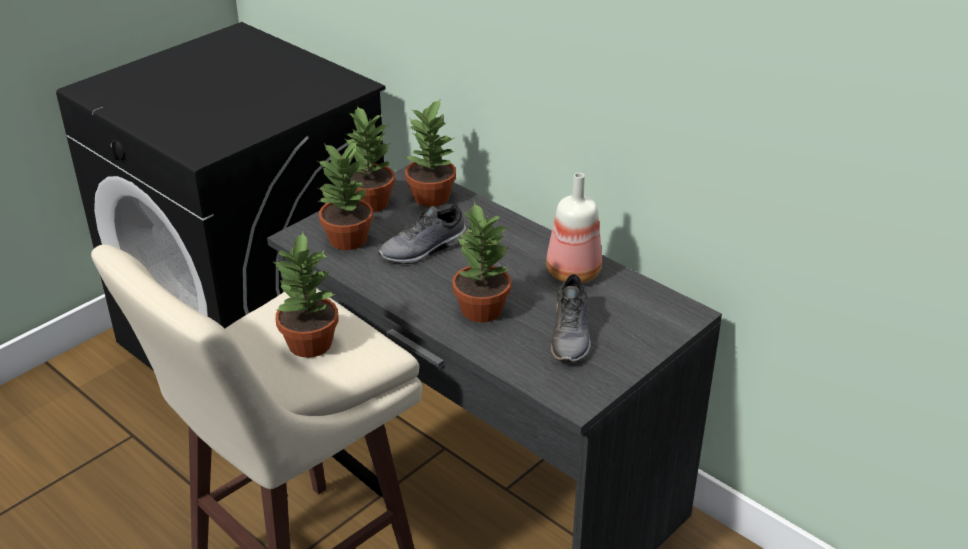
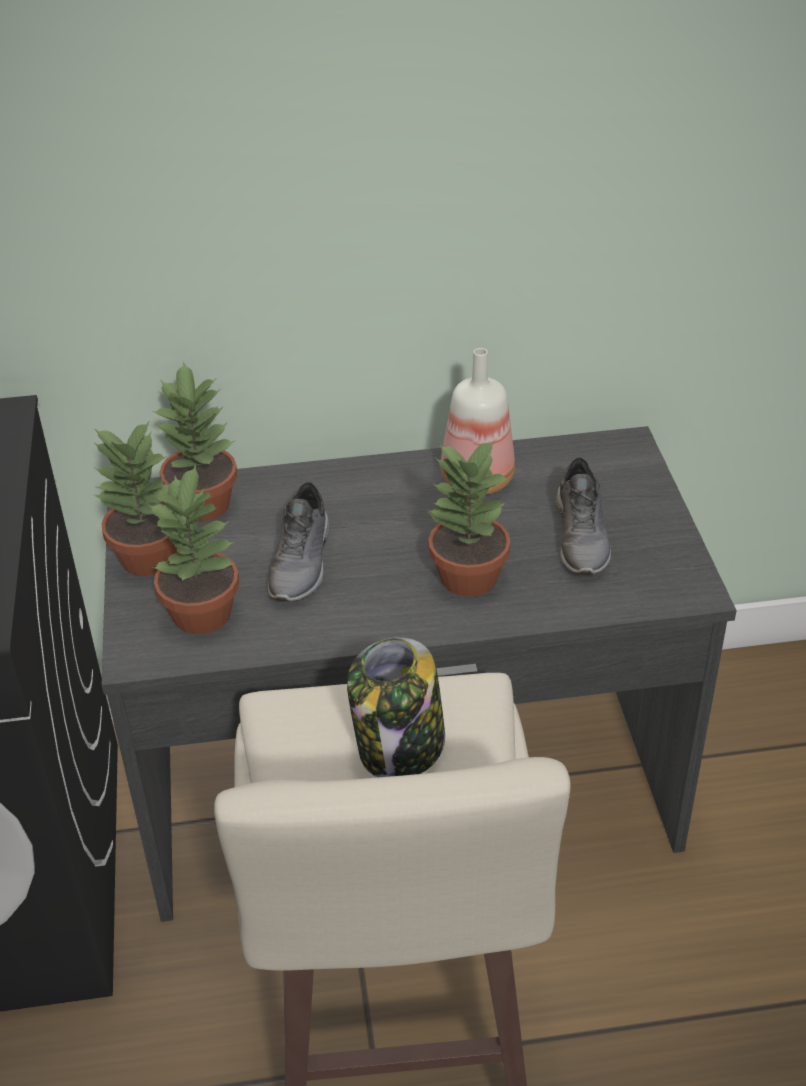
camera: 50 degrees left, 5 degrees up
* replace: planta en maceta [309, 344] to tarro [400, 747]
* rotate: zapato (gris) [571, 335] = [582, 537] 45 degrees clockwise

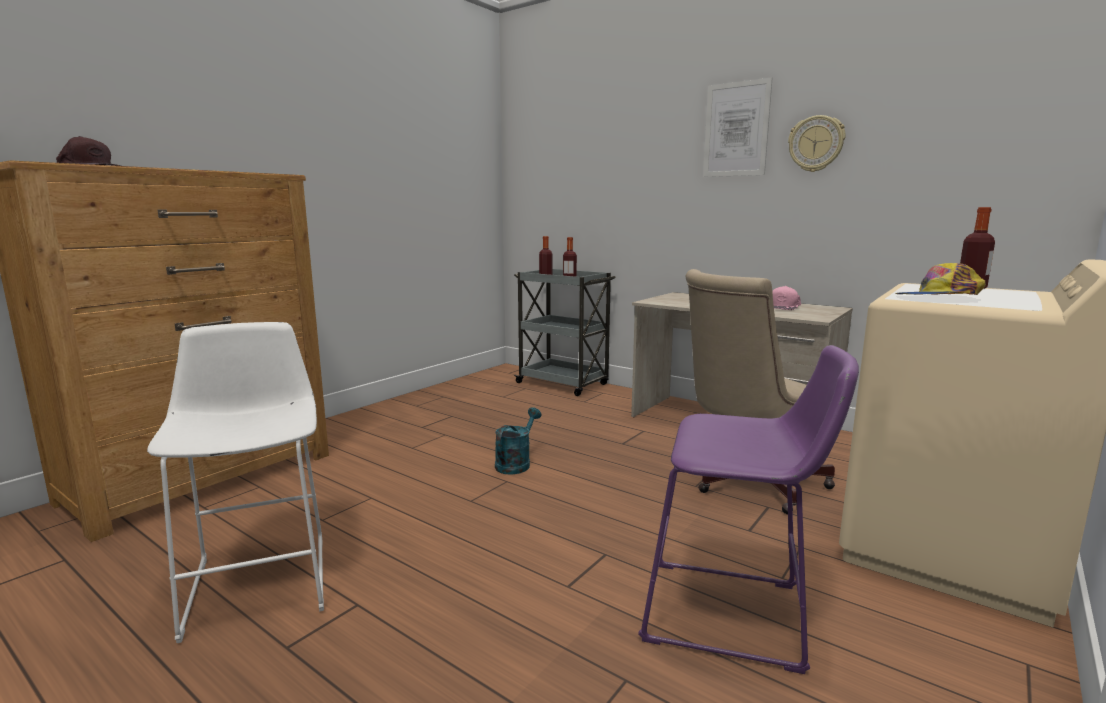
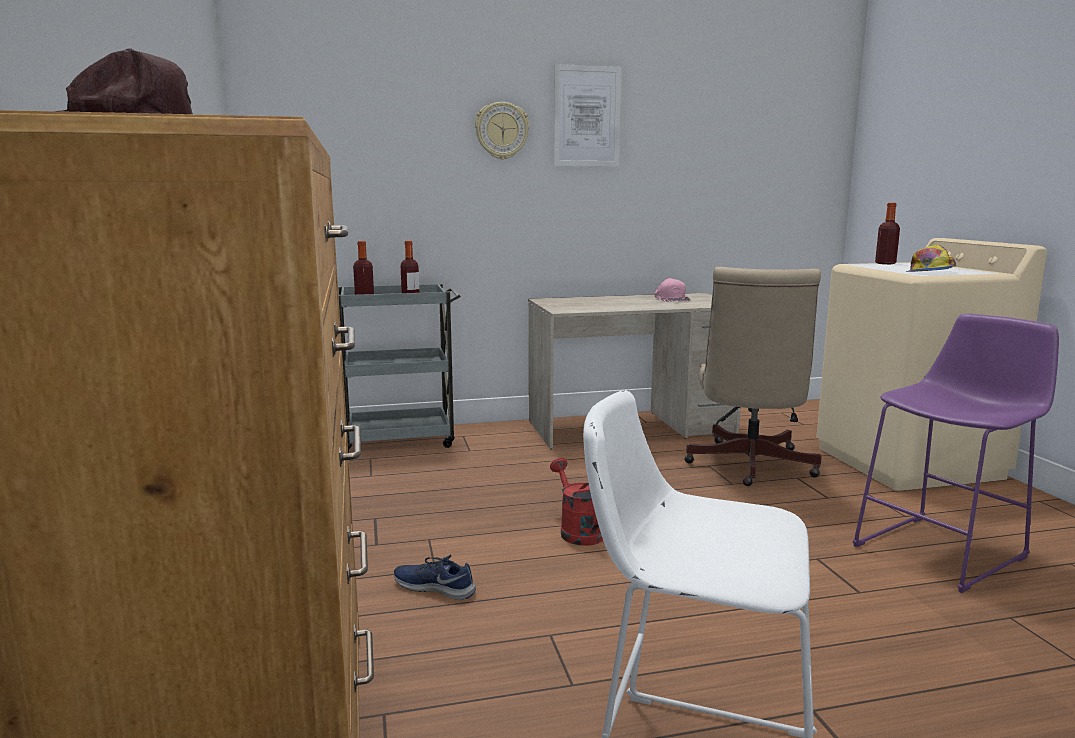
camera: 50 degrees left, 0 degrees up
* insert: zapato (azul) [435, 587]
* move: reloj de pared [816, 144] to [501, 131]
* recolor: regadera (turquesa) [516, 463] to regadera (rojo) [577, 531]

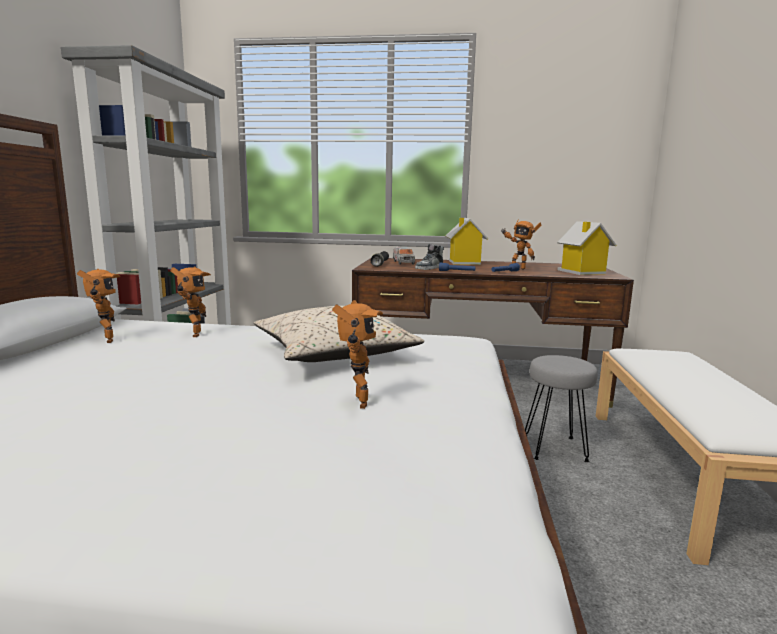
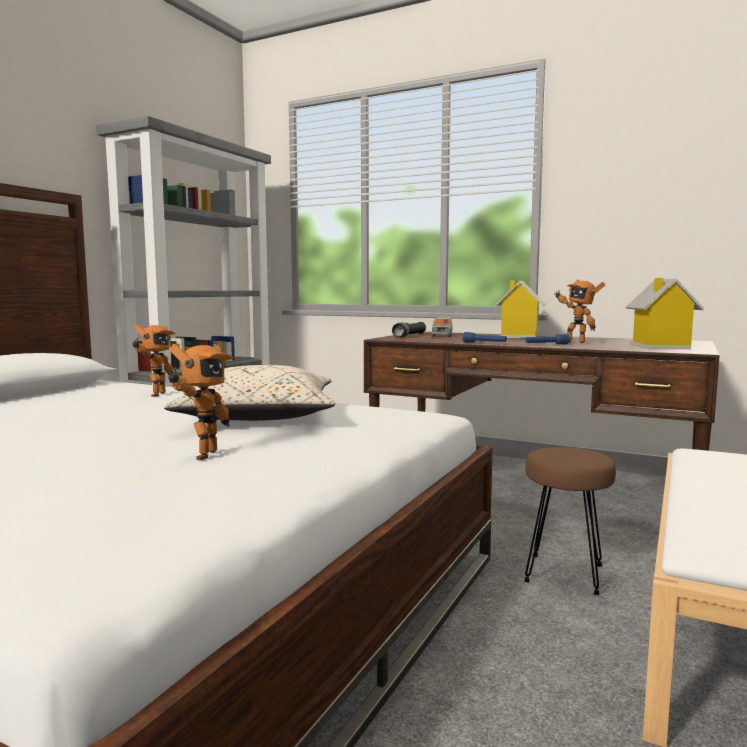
camera: 20 degrees right, 5 degrees down
* recolor: taburete (gris) [555, 449] to taburete (marrón) [565, 574]
* delete: robot de juguete [105, 340]
* delete: zapato [429, 268]

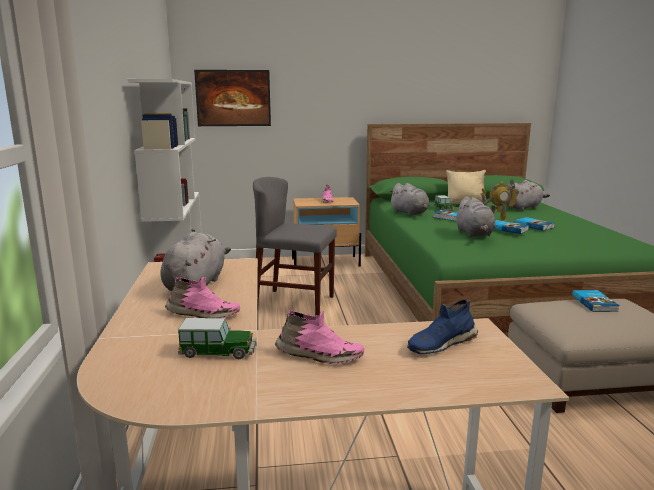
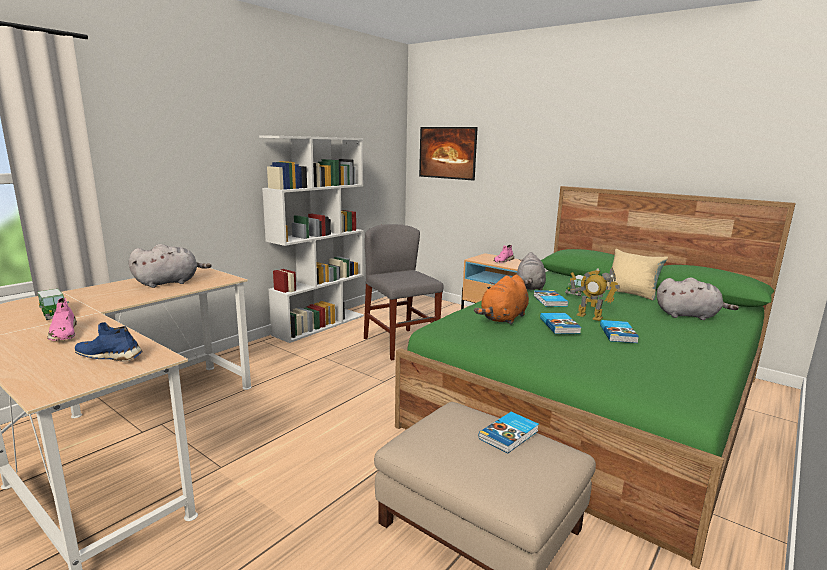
camera: 45 degrees right, 0 degrees up
* recolor: peluche (gris) [474, 234] to peluche (naranja) [503, 318]
* delete: zapato (rosa) [202, 314]

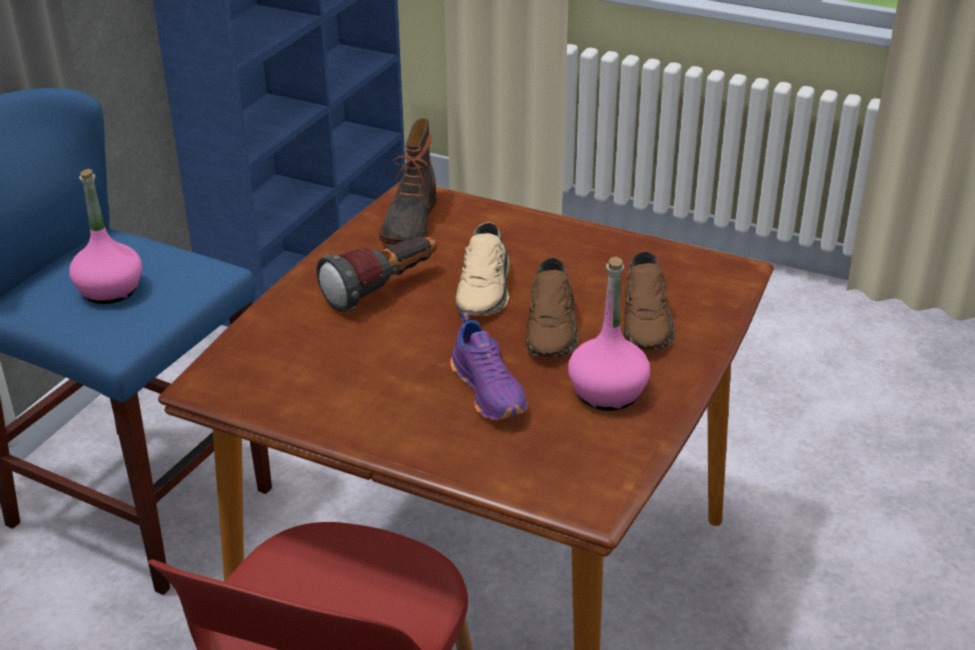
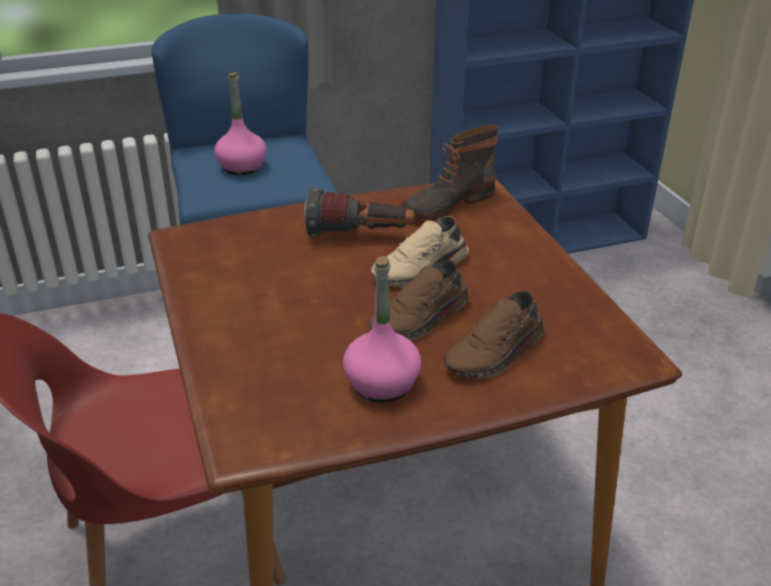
camera: 45 degrees right, 0 degrees up
* delete: zapato (morado) [490, 391]

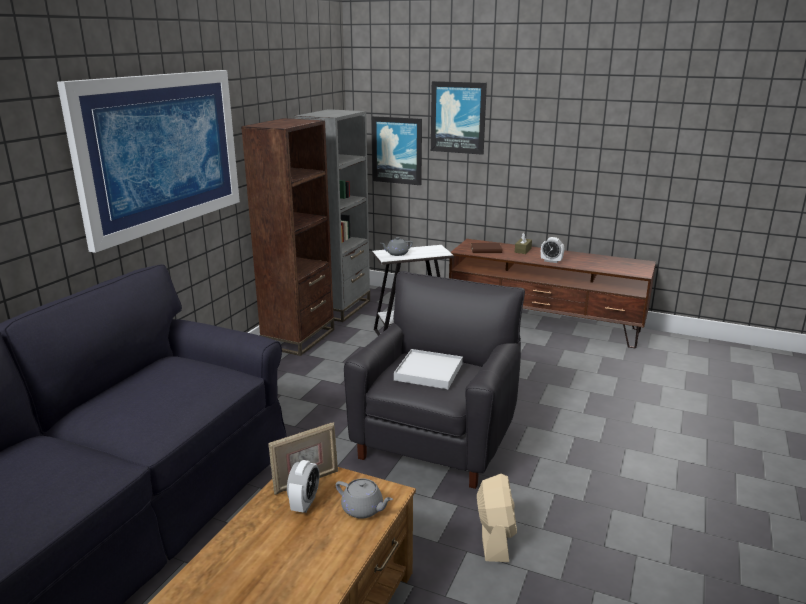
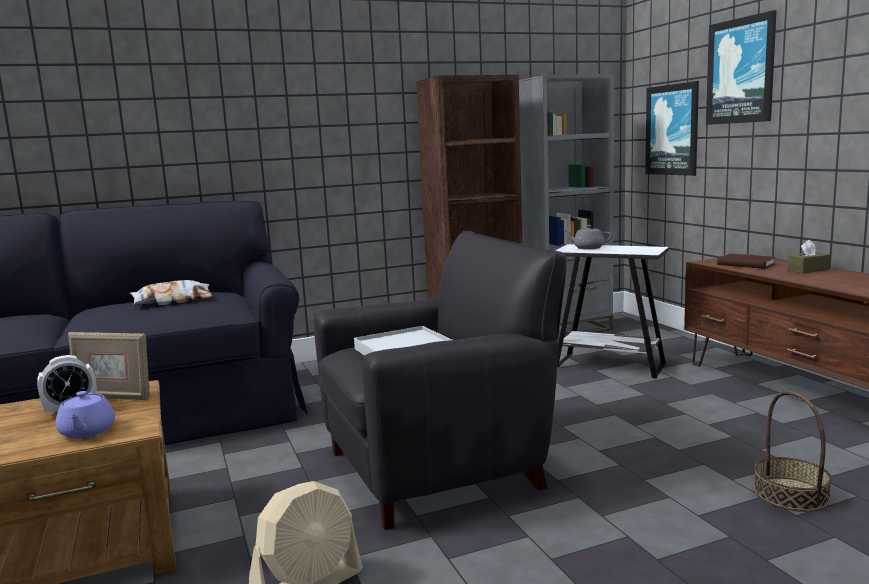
camera: 45 degrees right, 10 degrees down
* recolor: tetera (gris) [363, 509] to tetera (morado) [87, 432]
* insert: cojín [173, 301]
* insert: cesta [791, 494]
* delete: cuadro [161, 152]
* delete: despertador [551, 261]

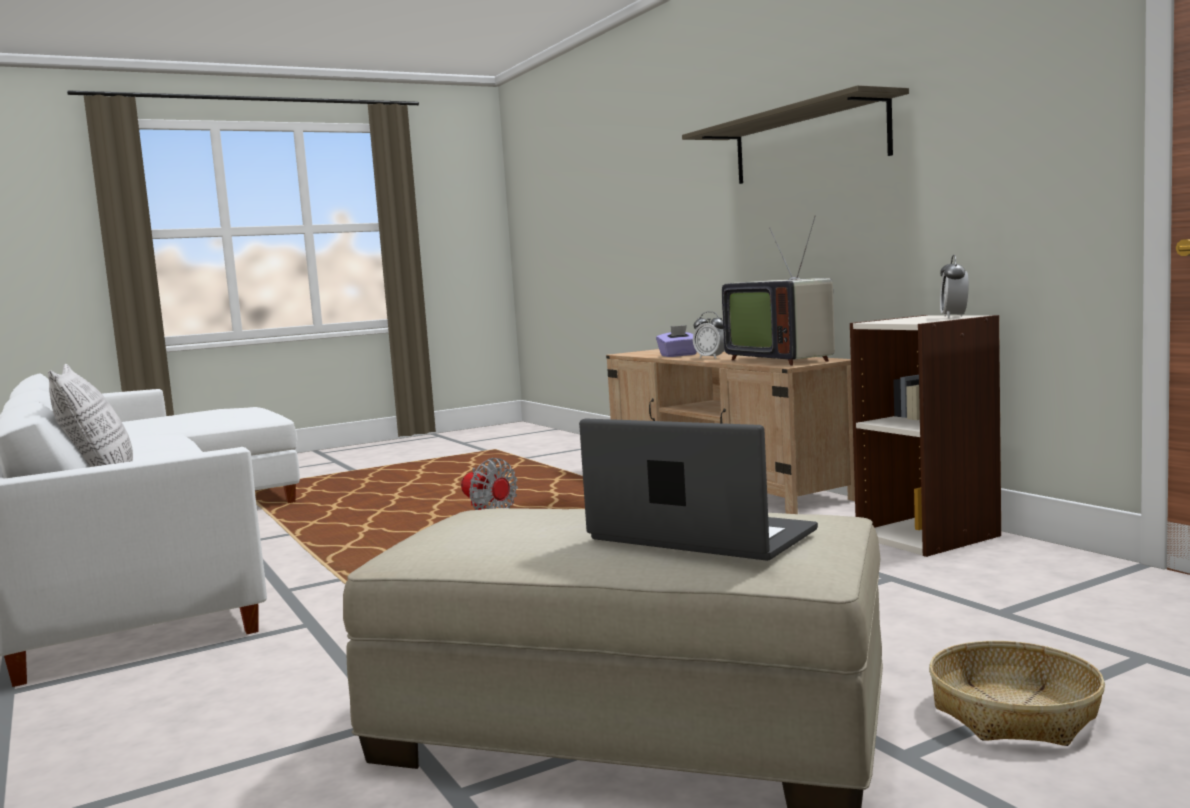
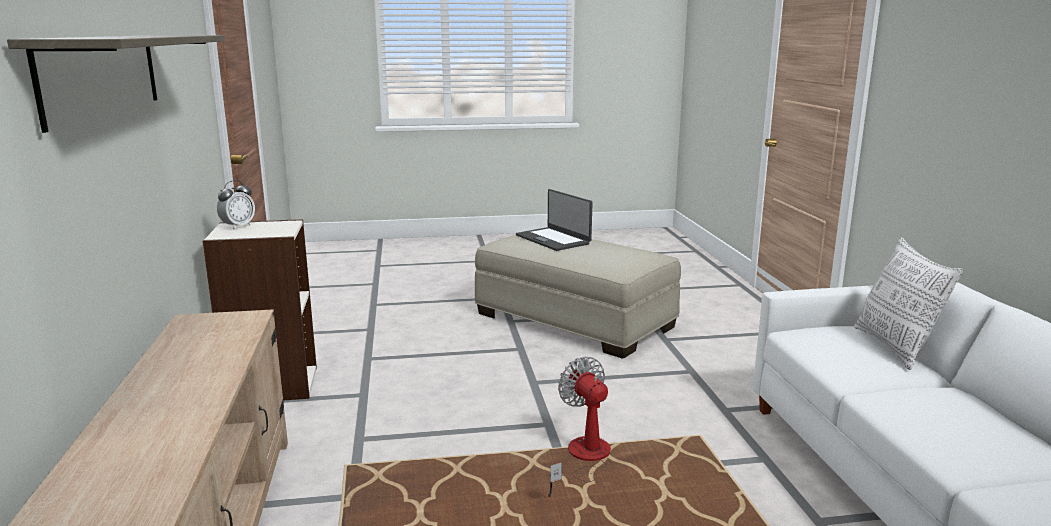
camera: 160 degrees left, 10 degrees up
* delete: caja de pañuelos (morado) [679, 355]
* delete: despertador [711, 358]
* delete: televisor [781, 360]
* delete: cesta [1015, 713]

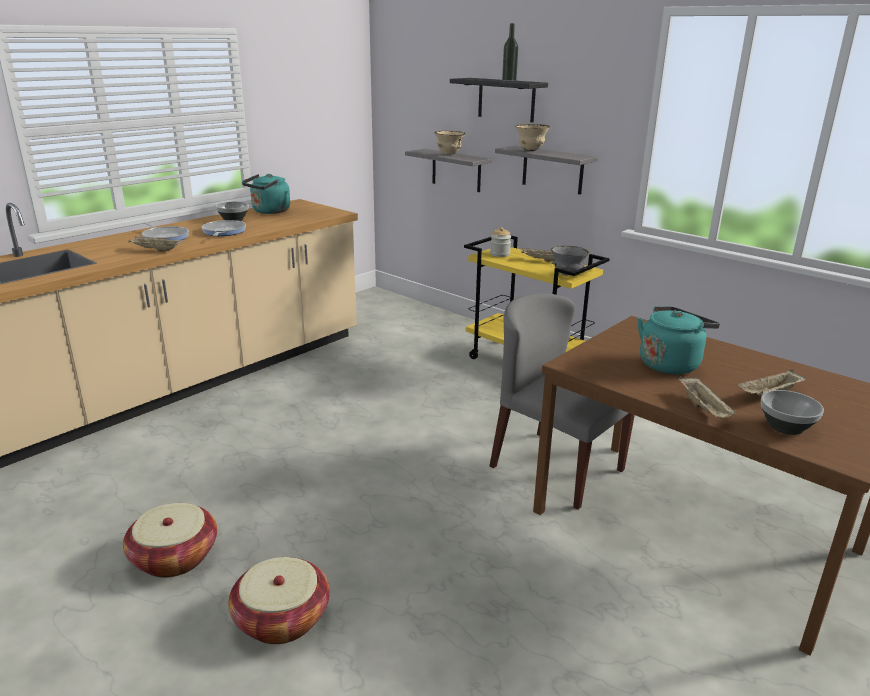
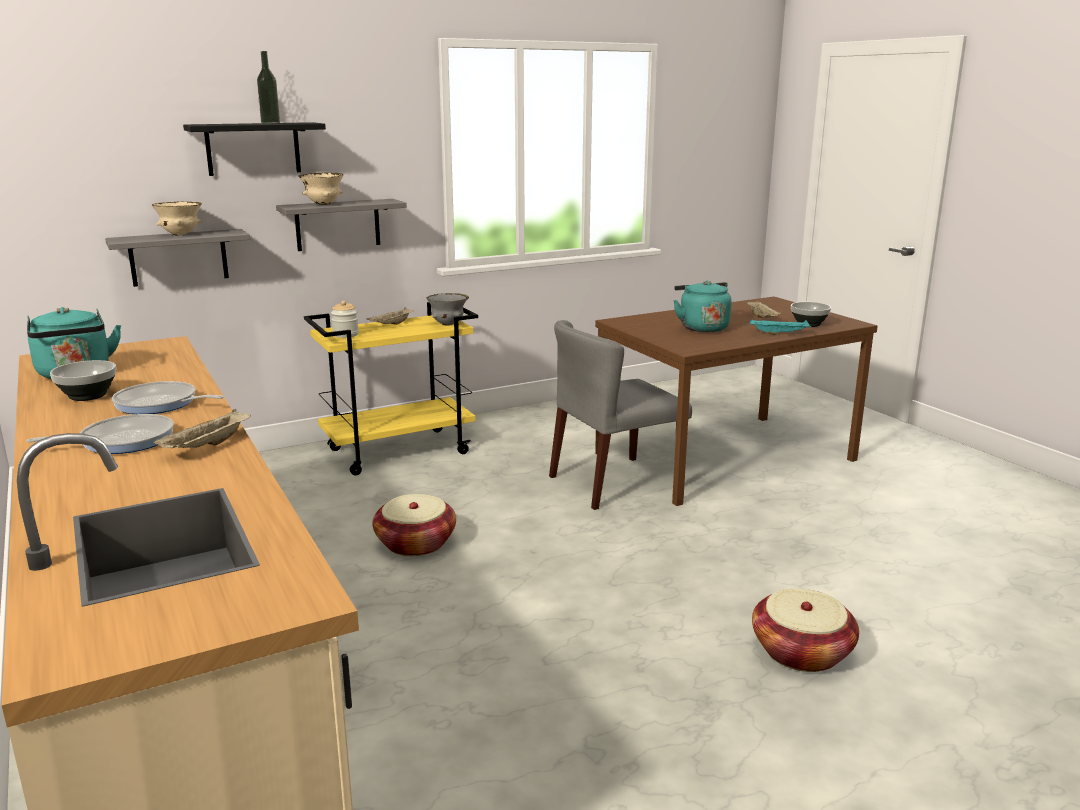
camera: 70 degrees left, 5 degrees down
* move: cesta [175, 557] to [415, 543]
* recolor: bandeja (beis) [704, 409] to bandeja (turquesa) [780, 334]

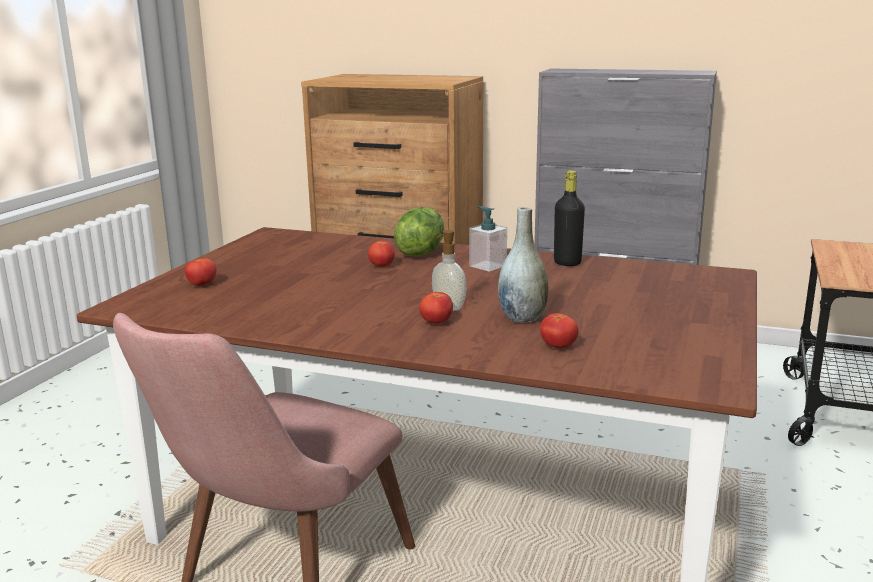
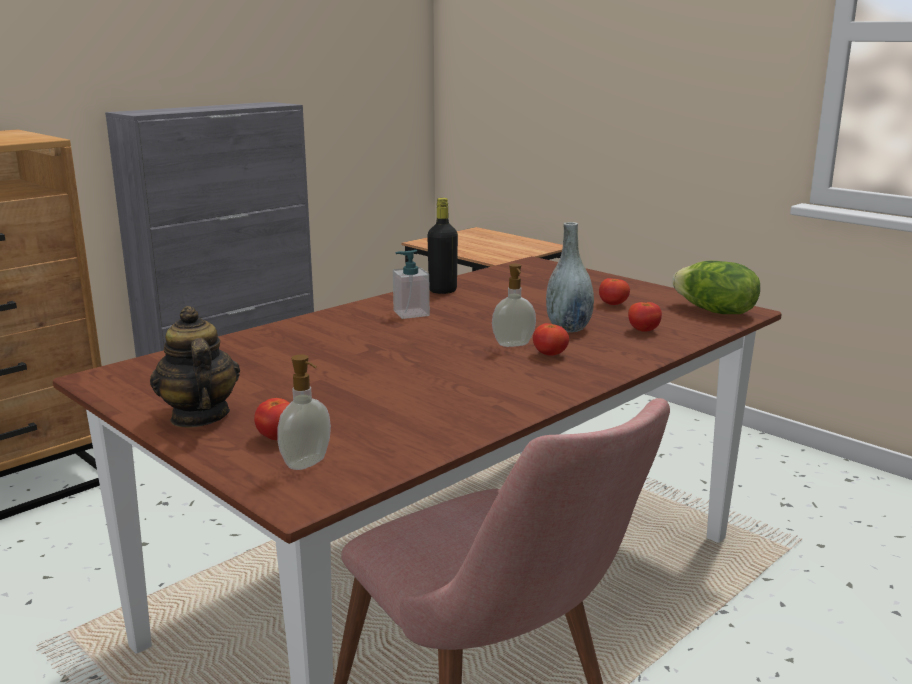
camera: 65 degrees left, 0 degrees up
* insert: tetera [199, 417]
* insert: dispensador de jabón [307, 463]
* move: tomate [381, 266] to [613, 304]
* move: lechuga [420, 252] to [714, 311]

